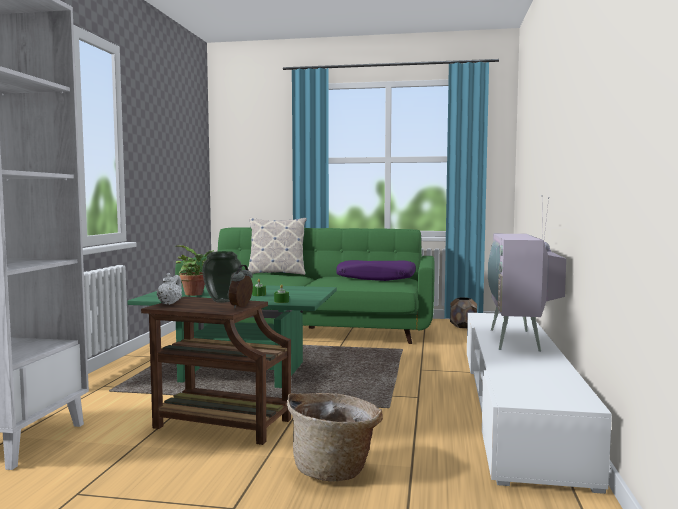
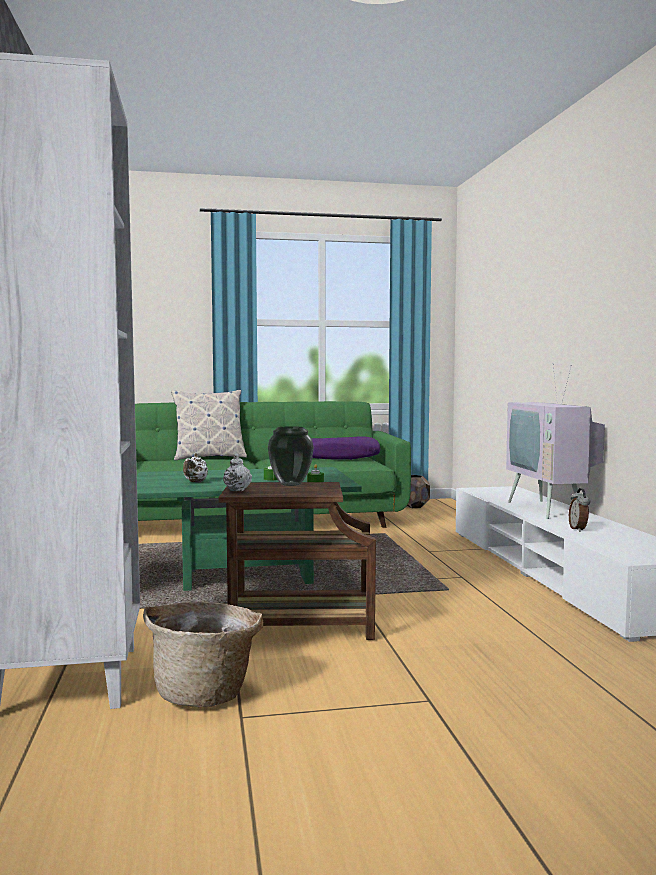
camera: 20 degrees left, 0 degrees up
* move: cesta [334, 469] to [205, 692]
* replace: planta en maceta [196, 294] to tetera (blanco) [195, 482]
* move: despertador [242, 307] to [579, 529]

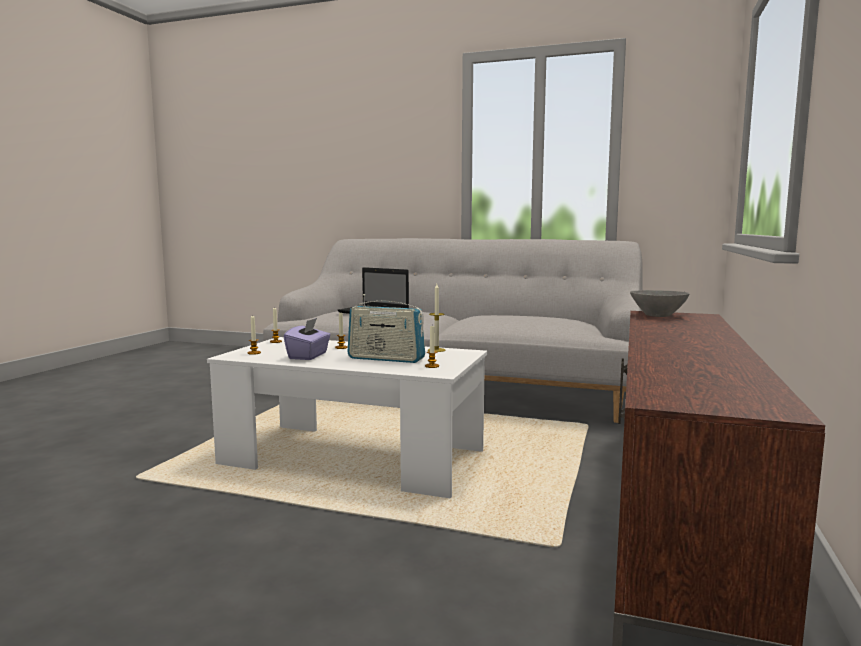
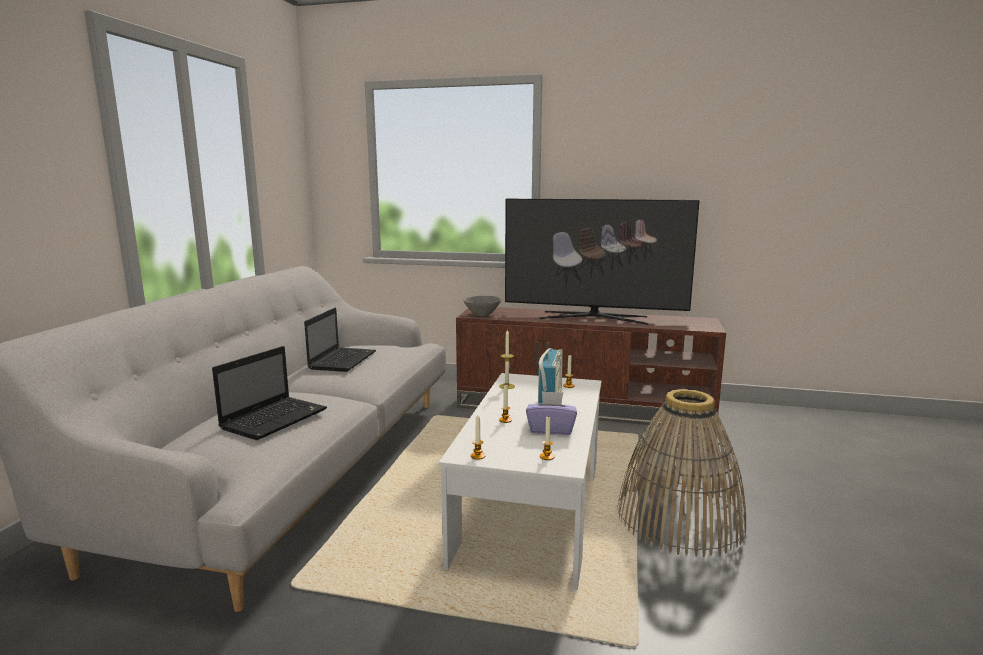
camera: 95 degrees left, 5 degrees up
* insert: portátil [343, 360]
* insert: televisor [593, 317]
* insert: cesta [679, 519]

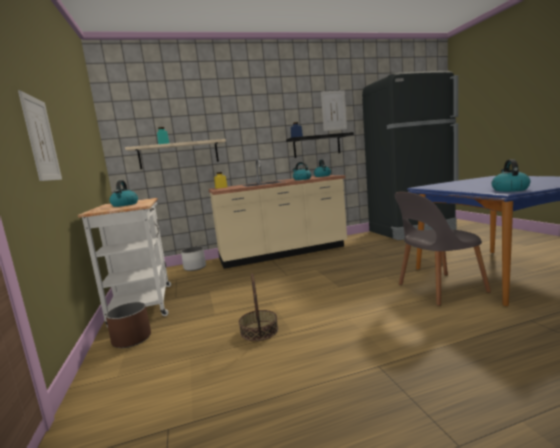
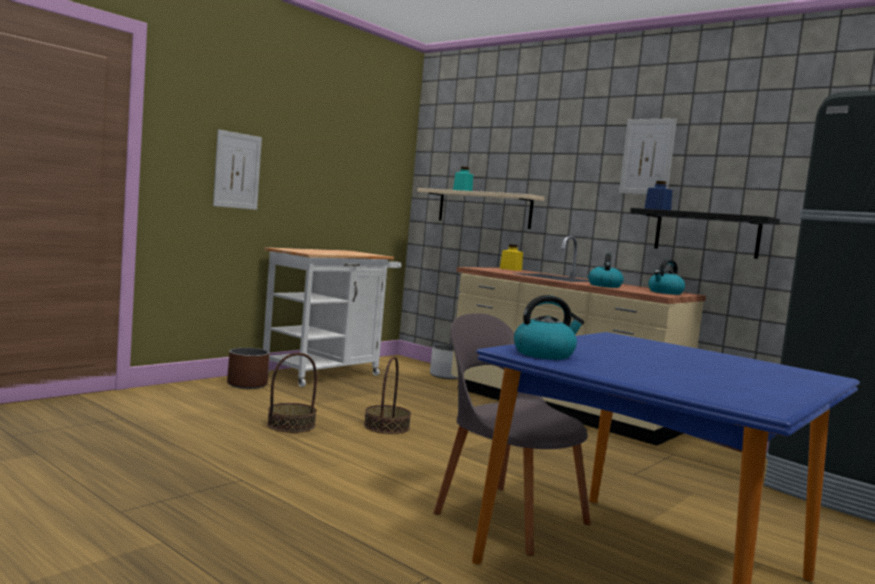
camera: 55 degrees right, 5 degrees down
* insert: cesta [386, 426]
* move: cuadro [334, 110] to [647, 156]
* delete: hervidor [125, 205]

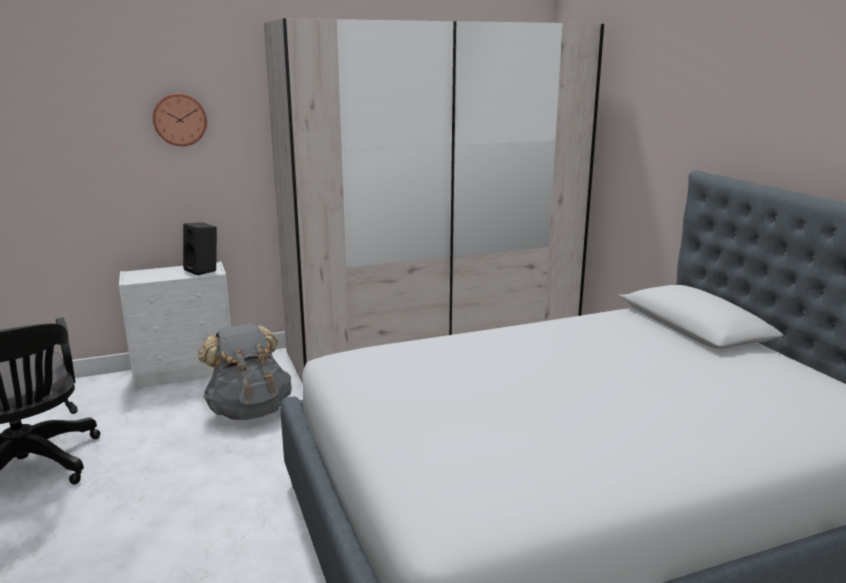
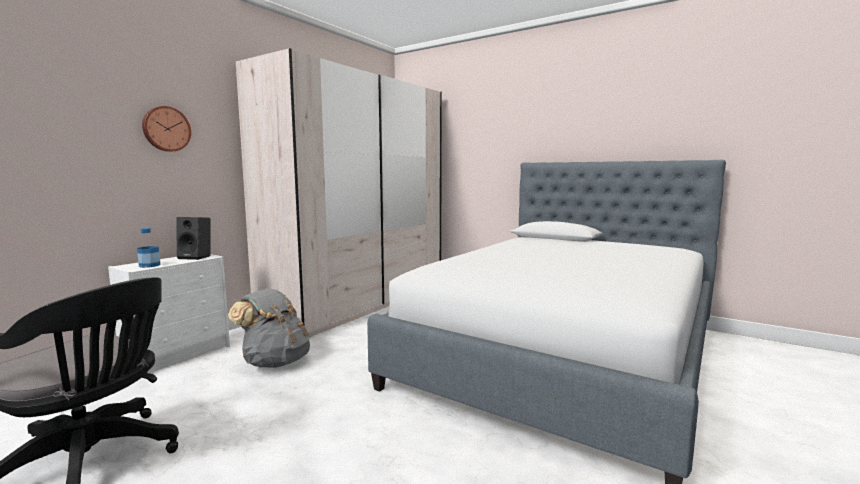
camera: 35 degrees left, 10 degrees down
* insert: botella [149, 265]

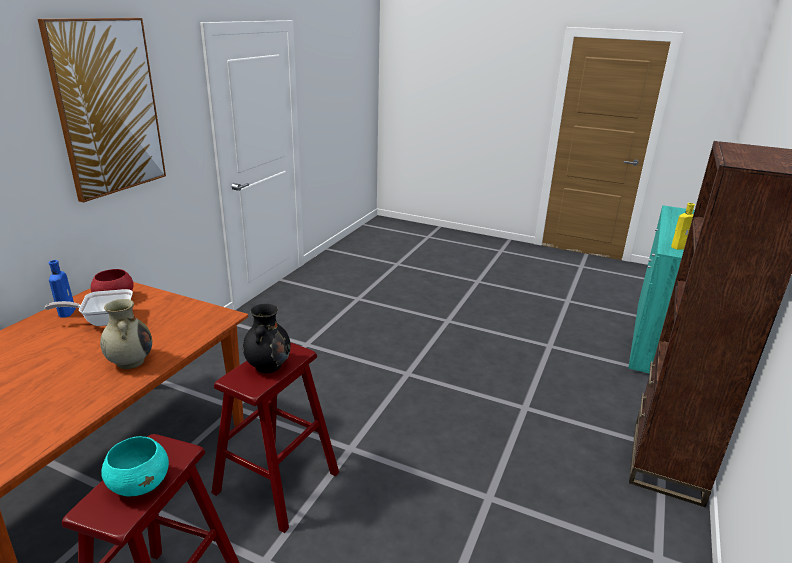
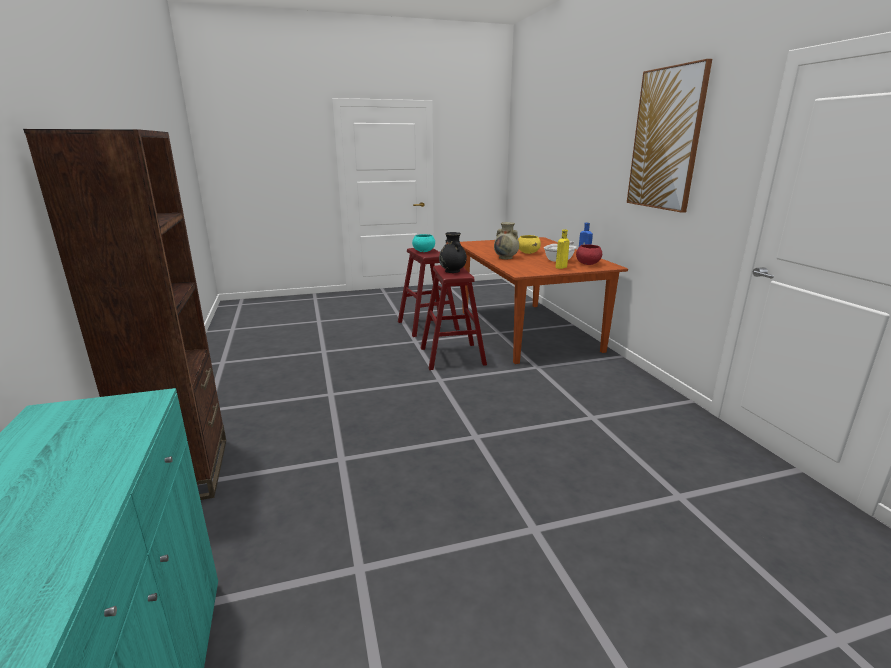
camera: 140 degrees right, 5 degrees down
* insert: cuenco (amarillo) [528, 253]
* move: botella (amarillo) [681, 247] to [560, 267]

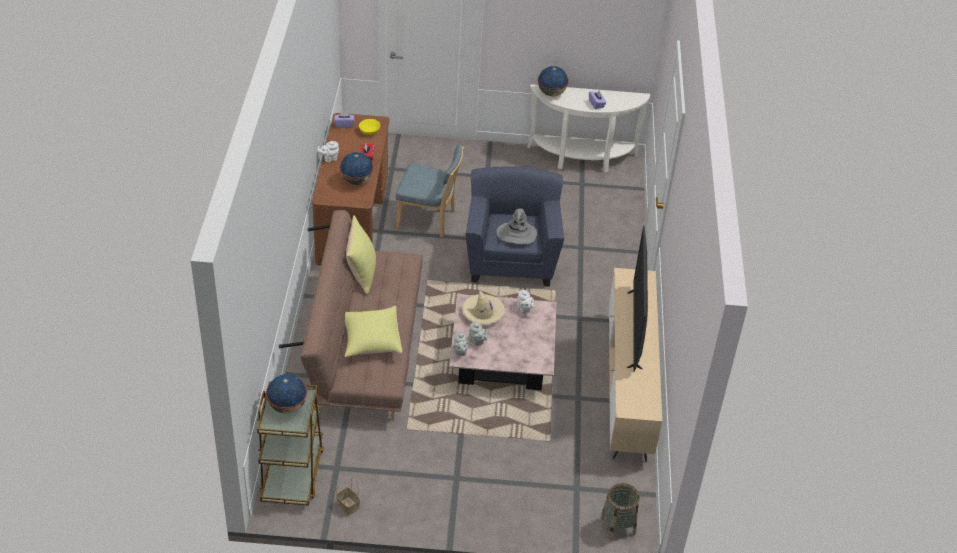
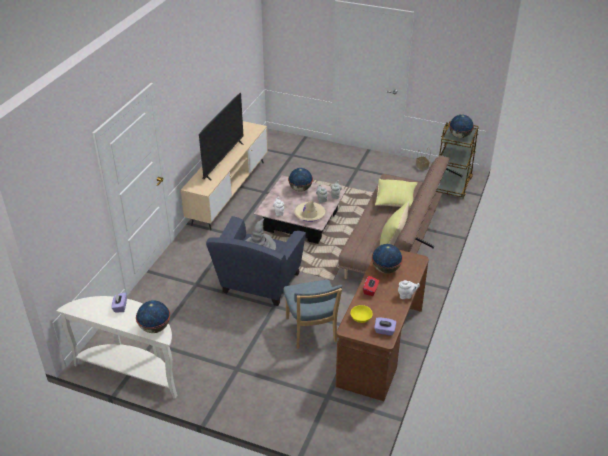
camera: 160 degrees left, 5 degrees down
* rotate: silla (azul) [428, 220] = [312, 332] 135 degrees counterclockwise
* insert: globo terráqueo [300, 189]
* delete: cesta [617, 526]

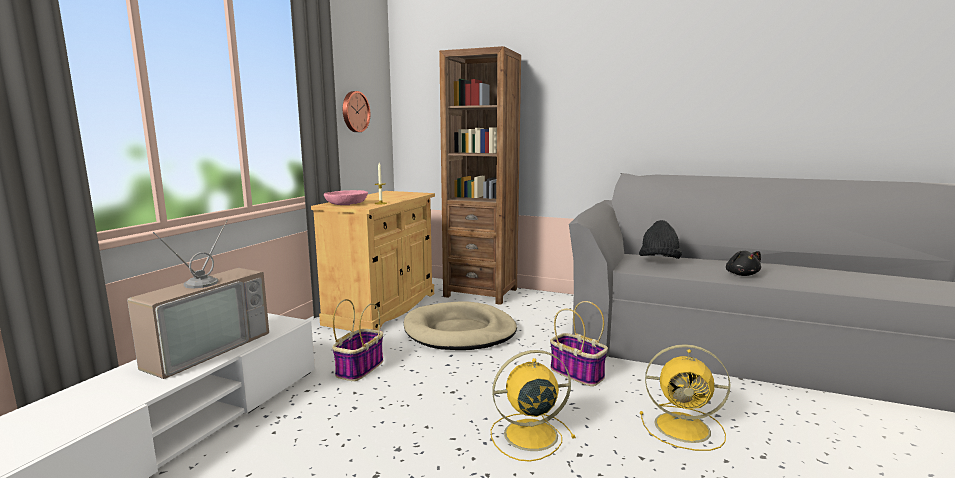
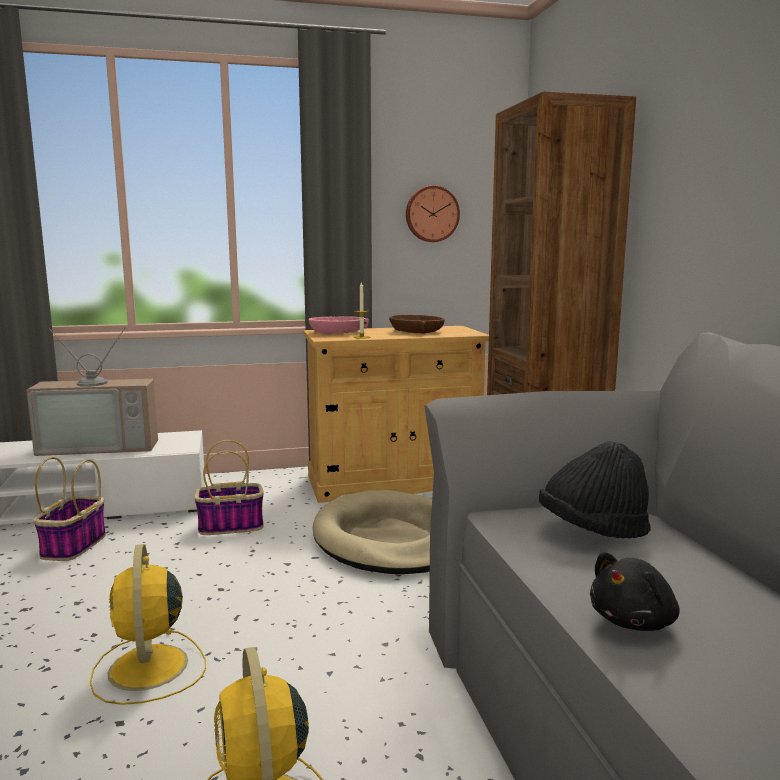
camera: 55 degrees right, 0 degrees up
* move: cesta [578, 373] to [74, 546]
* rotate: ventilador (amarillo) [528, 435] = [148, 669] 150 degrees counterclockwise
* insert: cuenco (marrón) [416, 331]

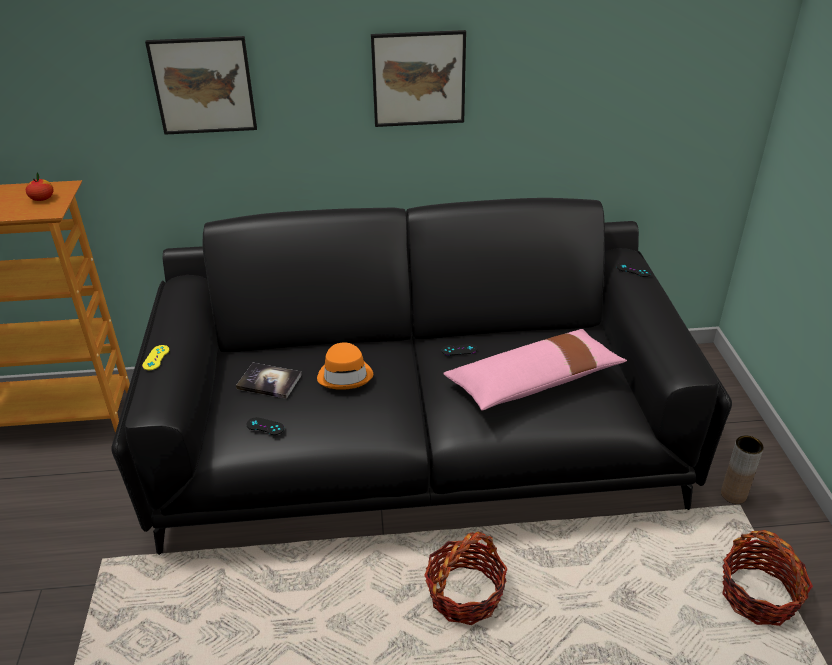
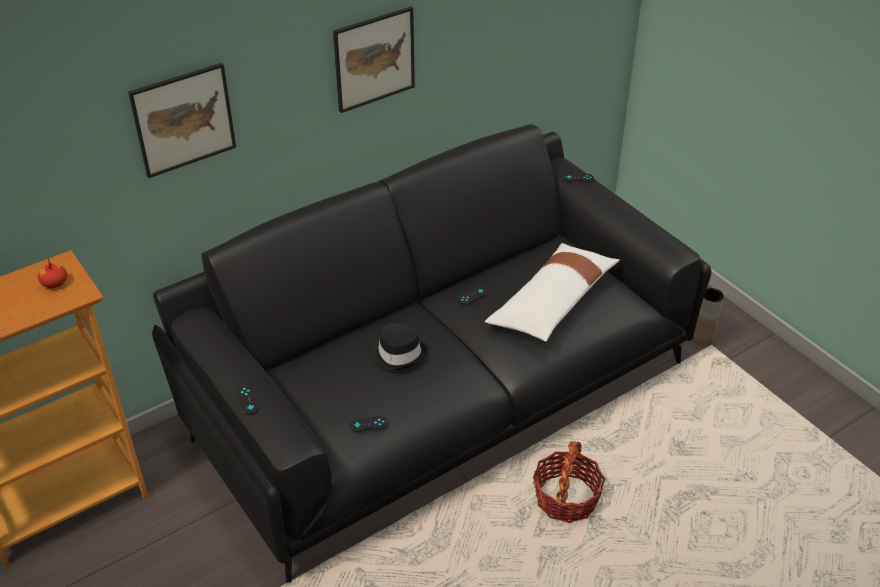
camera: 30 degrees left, 5 degrees up
* recolor: mando de consola (amarillo) [156, 358] to mando de consola (negro) [248, 400]
* recolor: sombrero (naranja) [345, 375] to sombrero (negro) [398, 353]
* recolor: cojín (rosa) [533, 382] to cojín (blanco) [552, 303]
* delete: libro [269, 382]
* delete: cesta [758, 596]

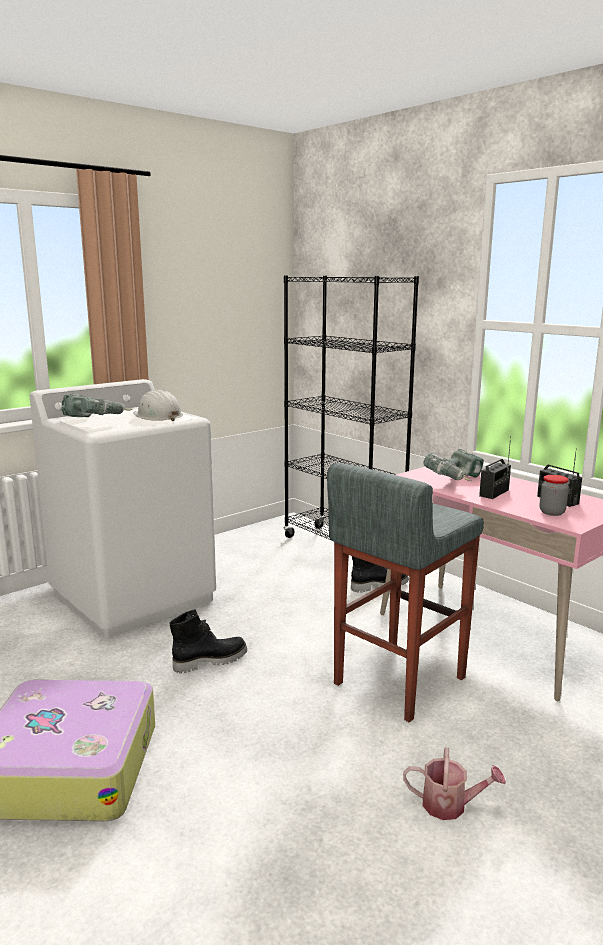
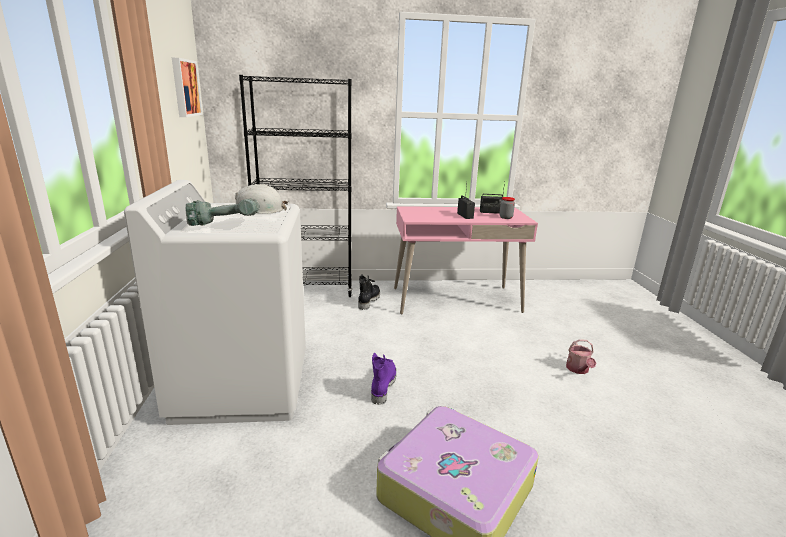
camera: 55 degrees left, 5 degrees up
* insert: cuadro [184, 88]
* recolor: bota (negro) [210, 661] to bota (morado) [382, 386]
* rotate: regadera [450, 805] = [578, 370] 135 degrees clockwise
* delete: taburete (gris) [397, 681]
* delete: taladro [458, 481]

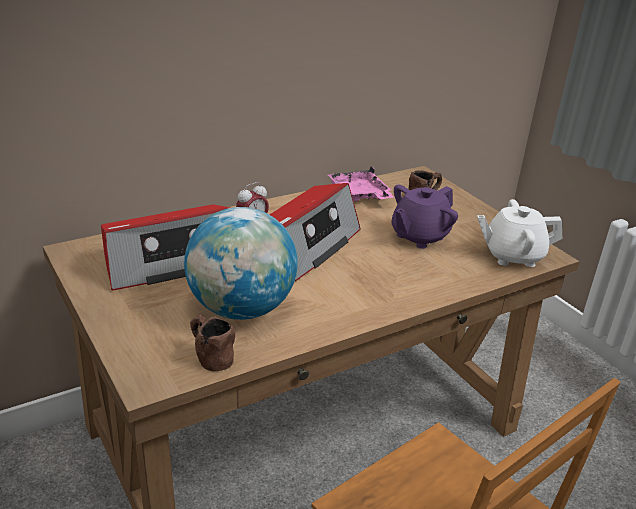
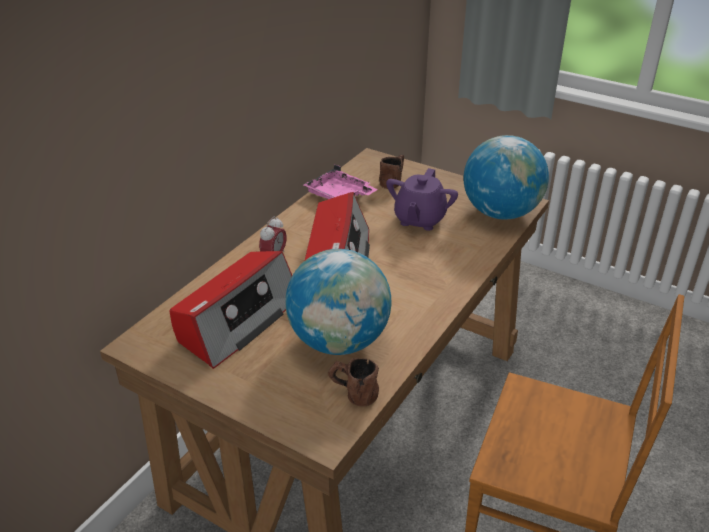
camera: 25 degrees left, 5 degrees up
* replace: tetera (blanco) [512, 256] to globo terráqueo [500, 213]

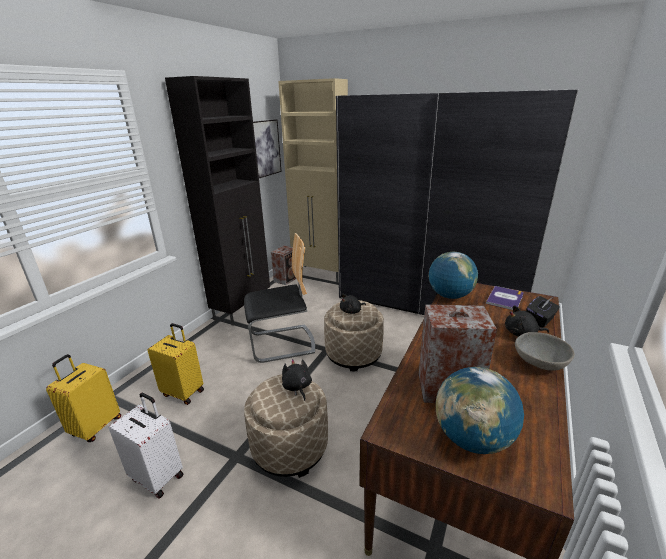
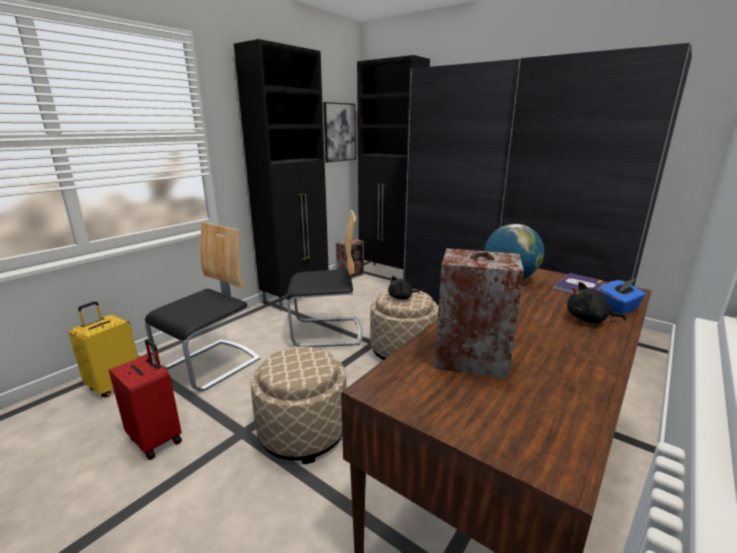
camera: 10 degrees right, 5 degrees down
* recolor: maleta (blanco) [158, 476] to maleta (rojo) [156, 439]
* replace: maleta (amarillo) [184, 392] to silla [211, 365]
* recolor: armario (beis) [321, 274] to armario (negro) [389, 273]
* recolor: caja de pañuelos (negro) [540, 320] to caja de pañuelos (azul) [618, 309]
* delete: peluche (negro) [297, 387]
* delete: globo terráqueo [472, 439]
* delete: cuenco (gris) [539, 362]

